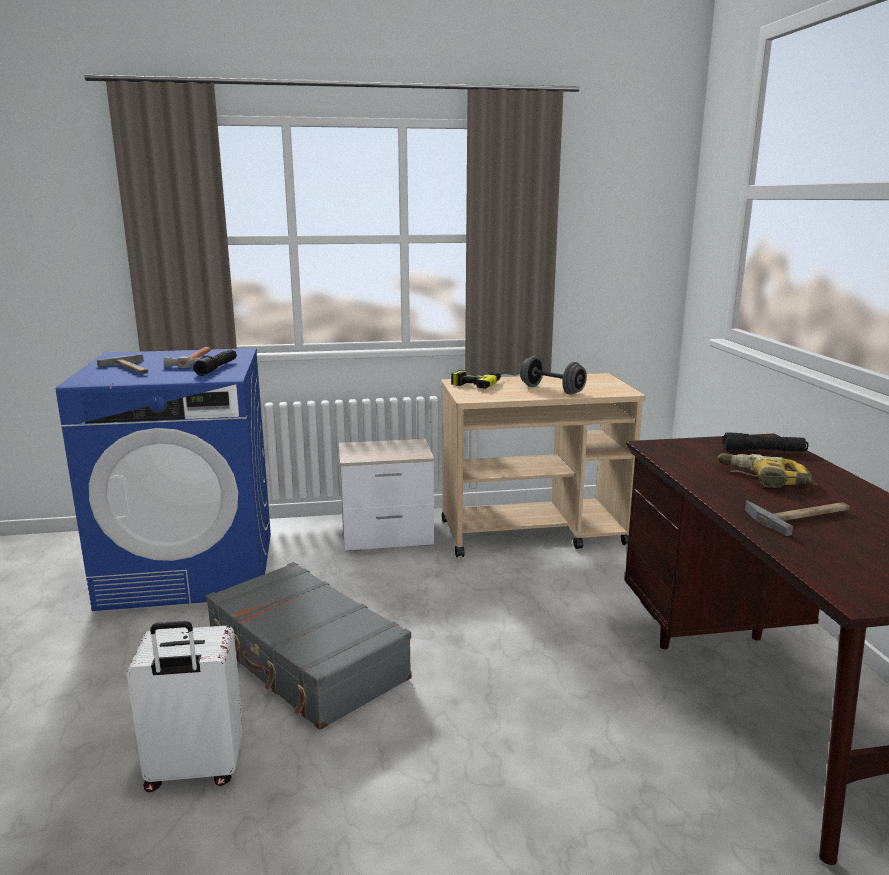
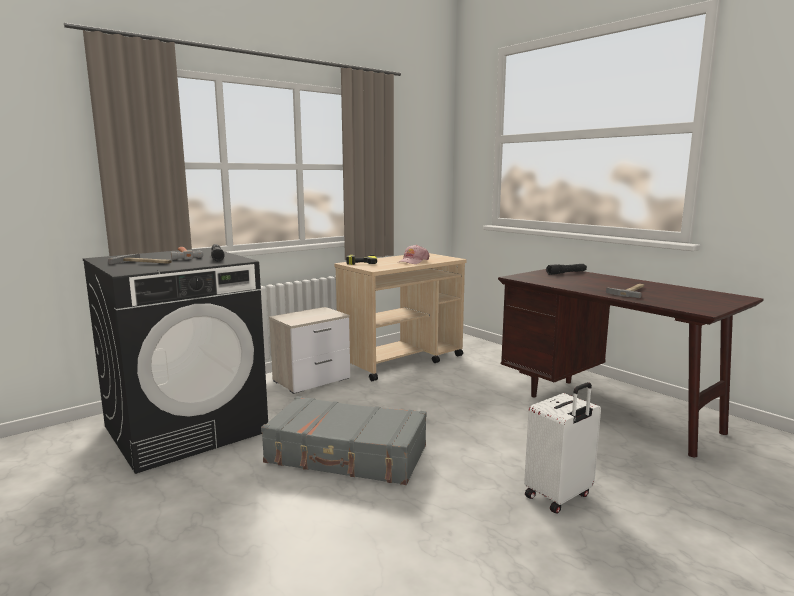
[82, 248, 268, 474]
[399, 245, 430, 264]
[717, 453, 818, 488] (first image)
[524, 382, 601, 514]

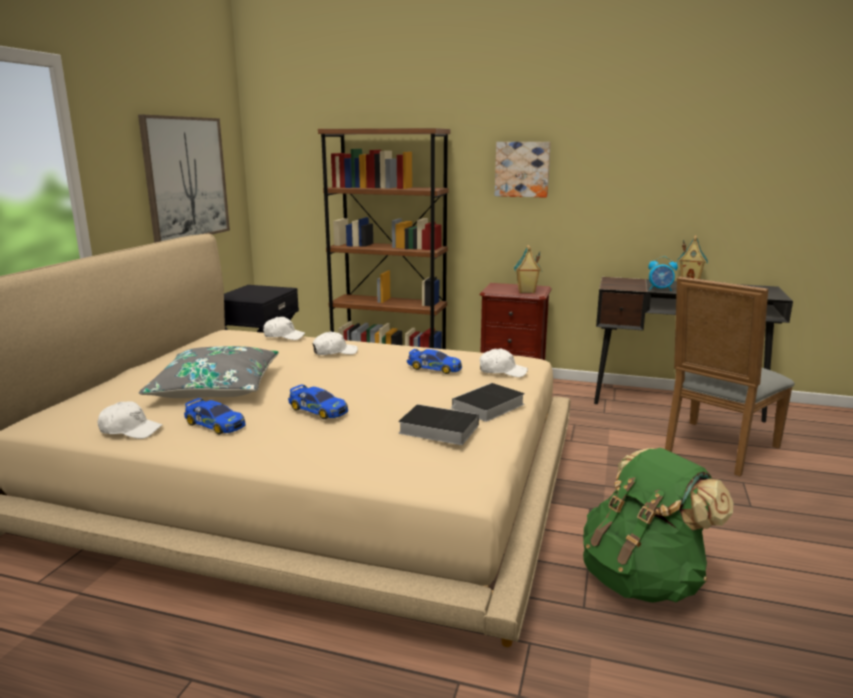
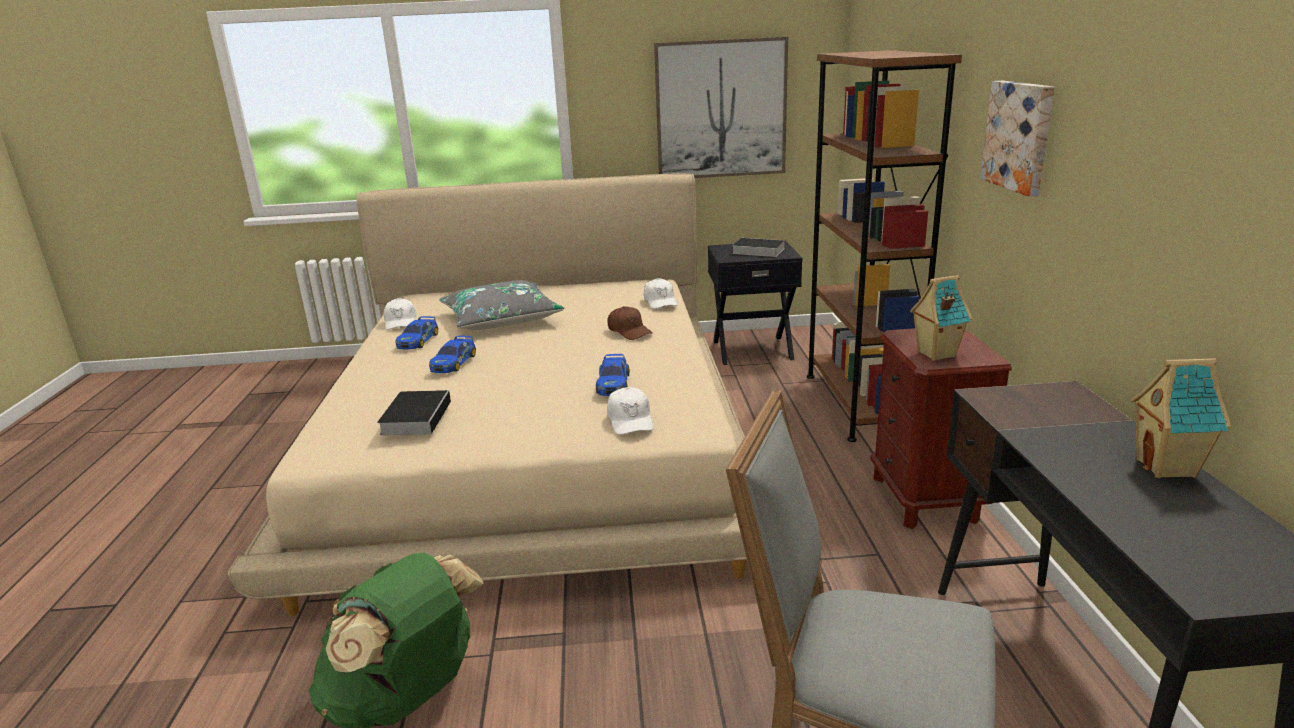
[648, 256, 678, 291] (first image)
[607, 306, 653, 340]
[732, 238, 785, 257]

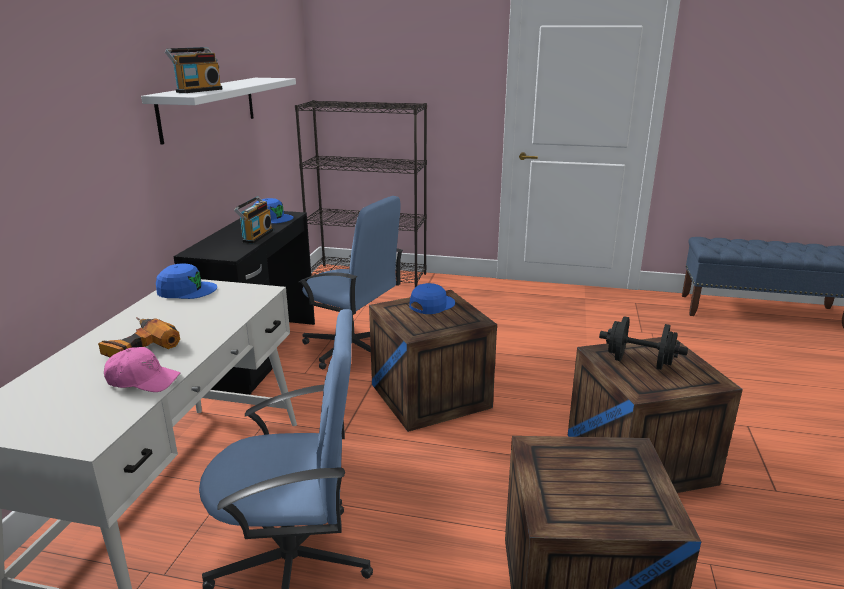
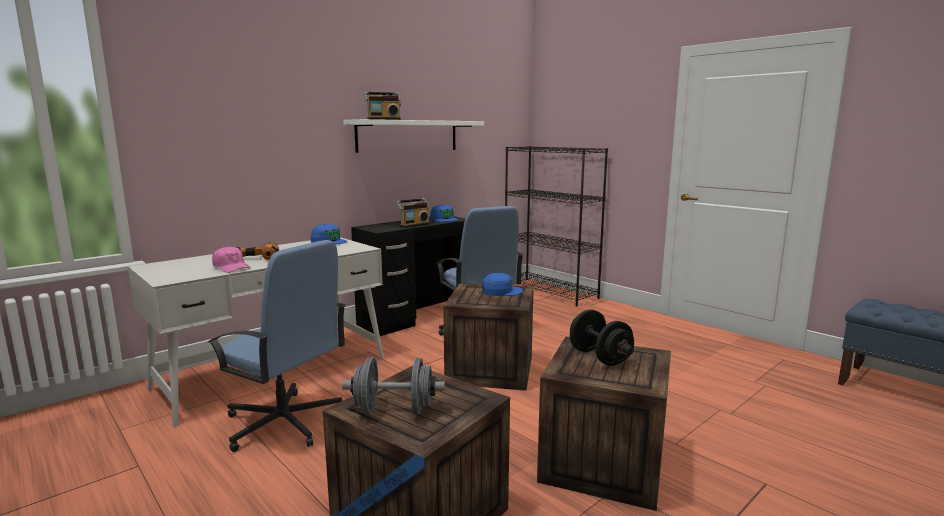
[342, 357, 445, 415]

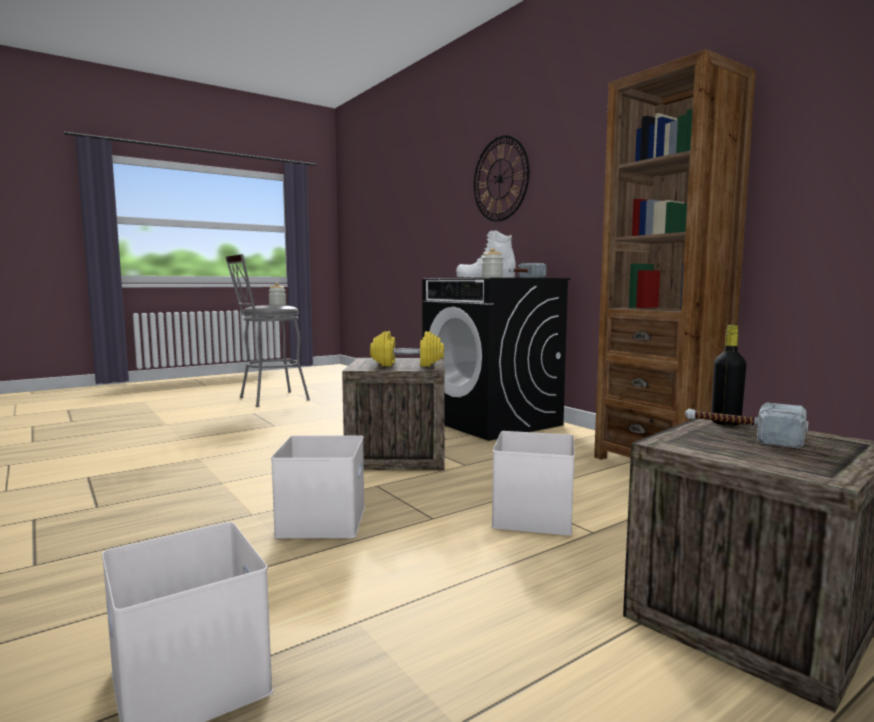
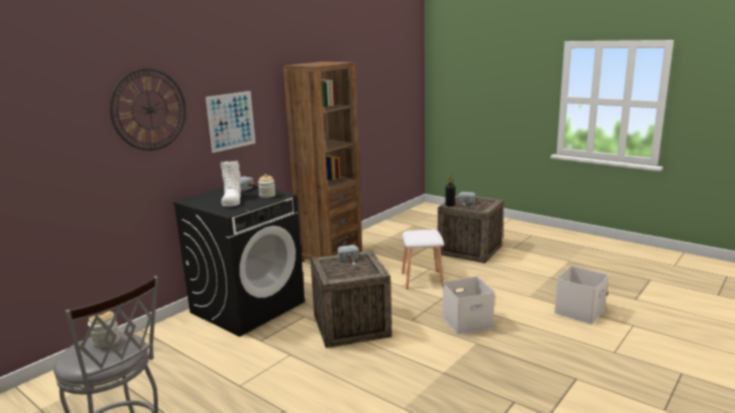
[337, 245, 359, 267]
[402, 230, 444, 289]
[205, 91, 255, 153]

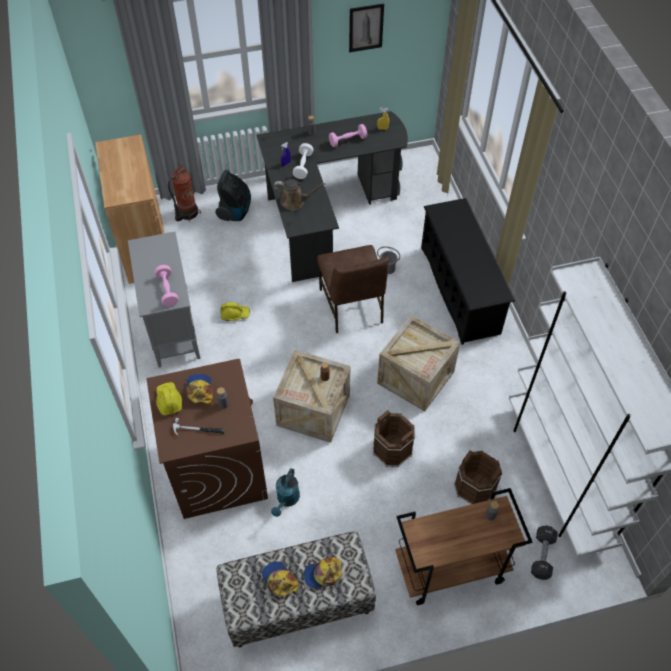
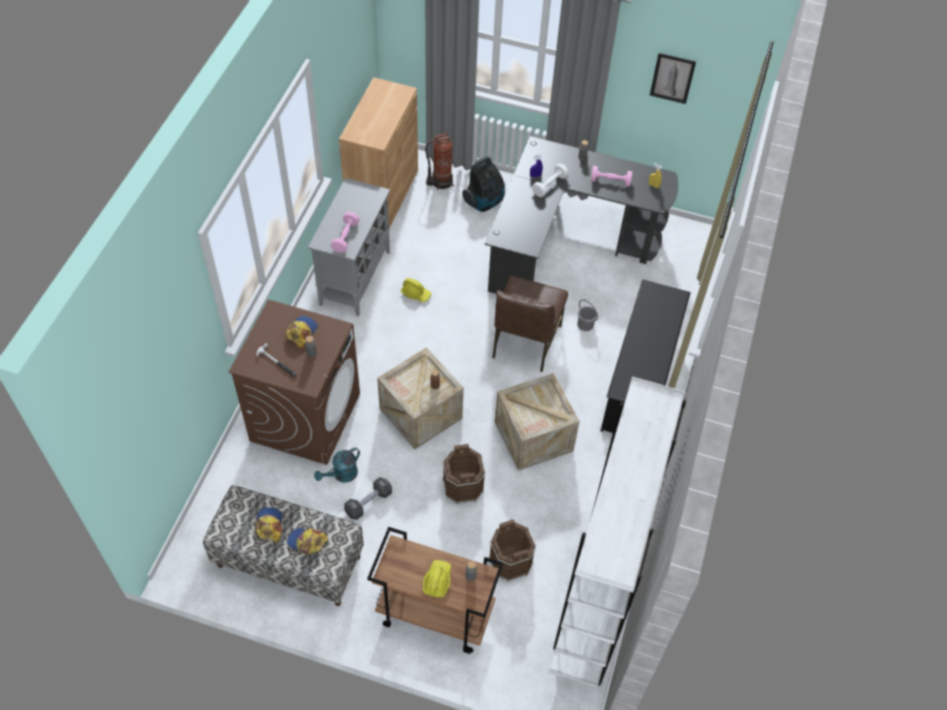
[273, 179, 326, 210] (first image)
[423, 560, 451, 598]
[344, 477, 392, 520]

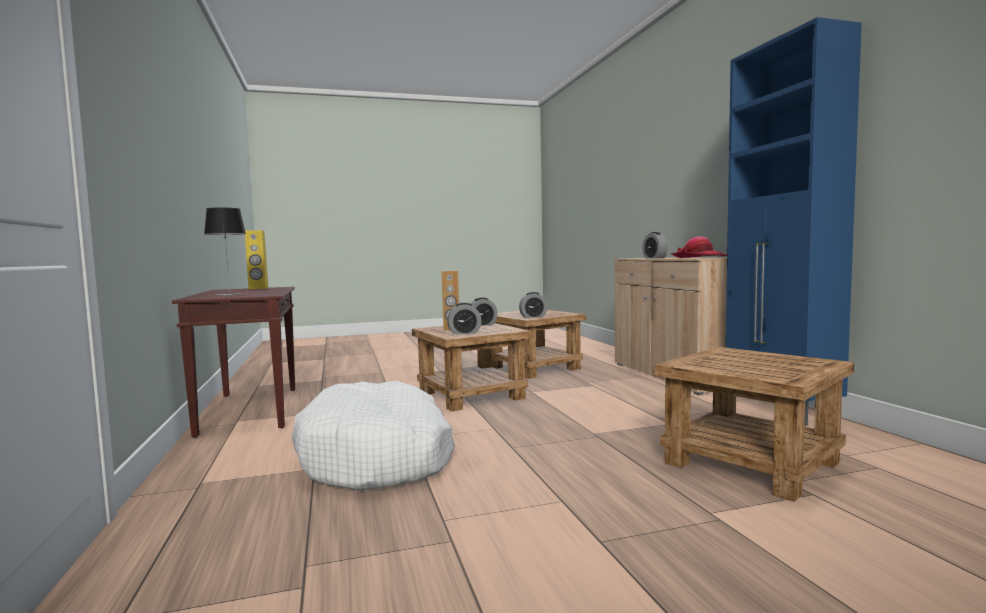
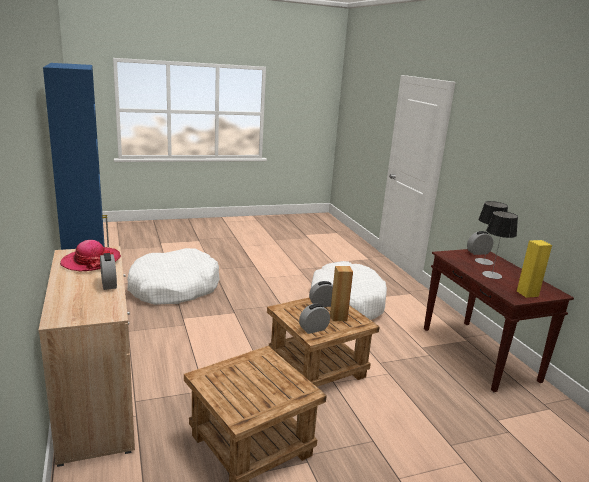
[467, 231, 493, 255]
[127, 248, 220, 305]
[482, 211, 518, 279]

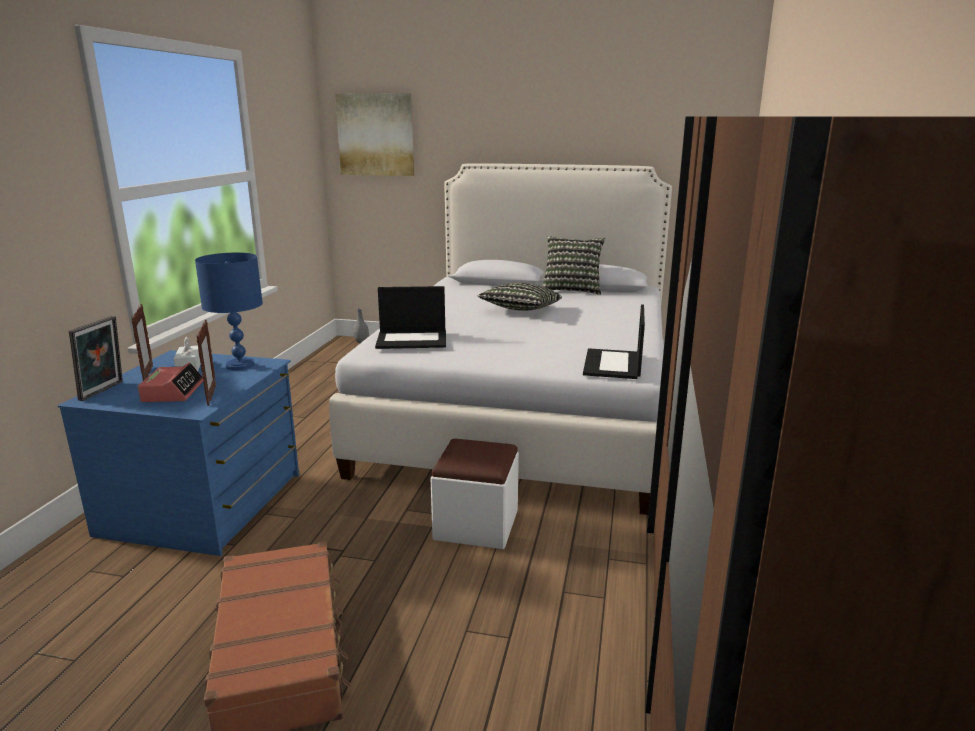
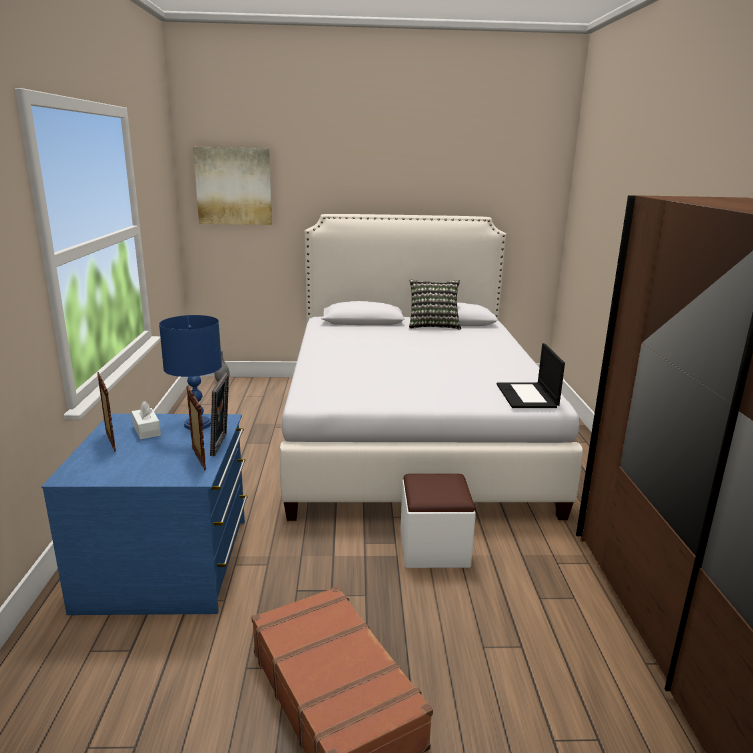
[478, 282, 562, 311] (first image)
[375, 286, 446, 349] (first image)
[210, 373, 229, 456]
[138, 363, 204, 402] (first image)

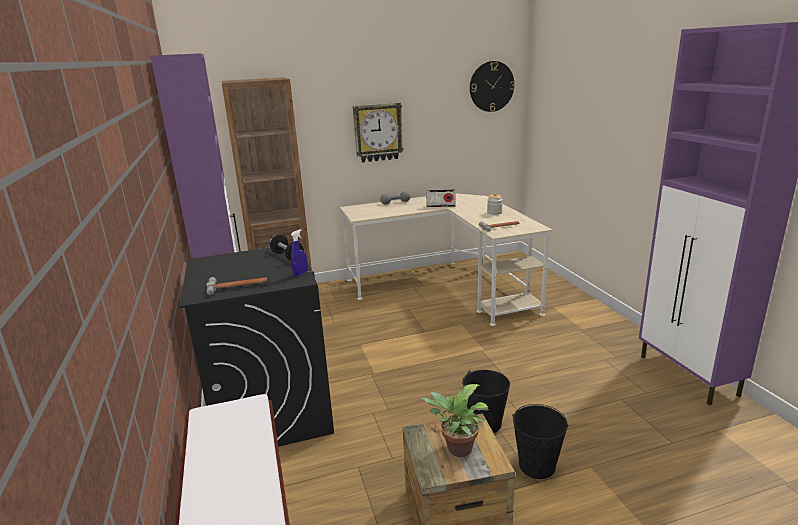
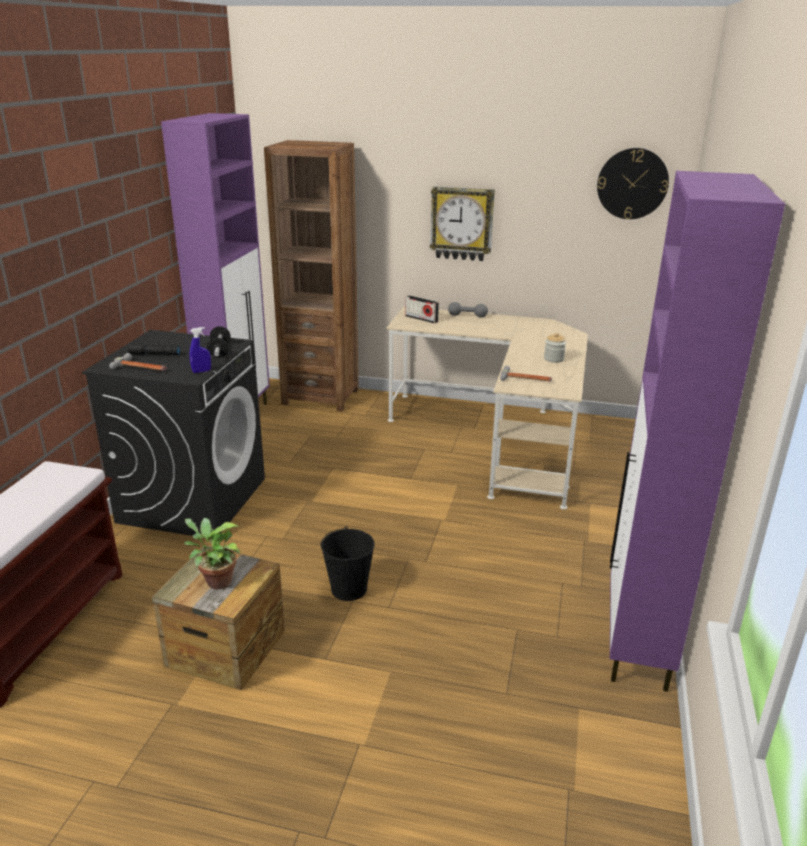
[405, 295, 439, 323]
[513, 404, 569, 479] (first image)
[128, 343, 180, 355]

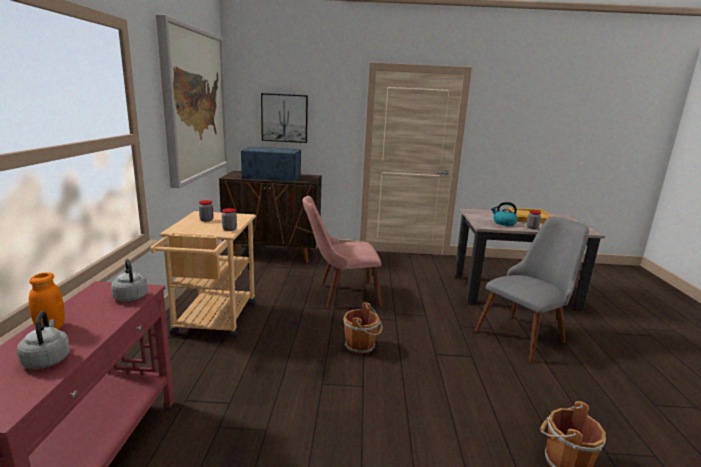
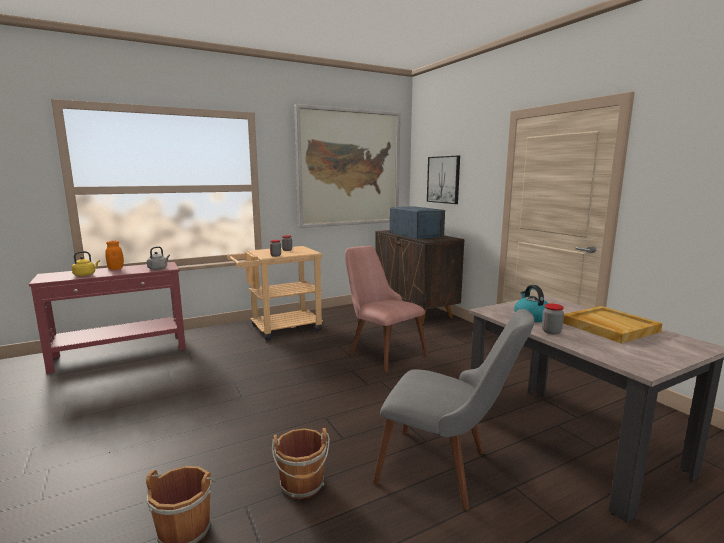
[272, 428, 330, 499]
[72, 251, 100, 276]

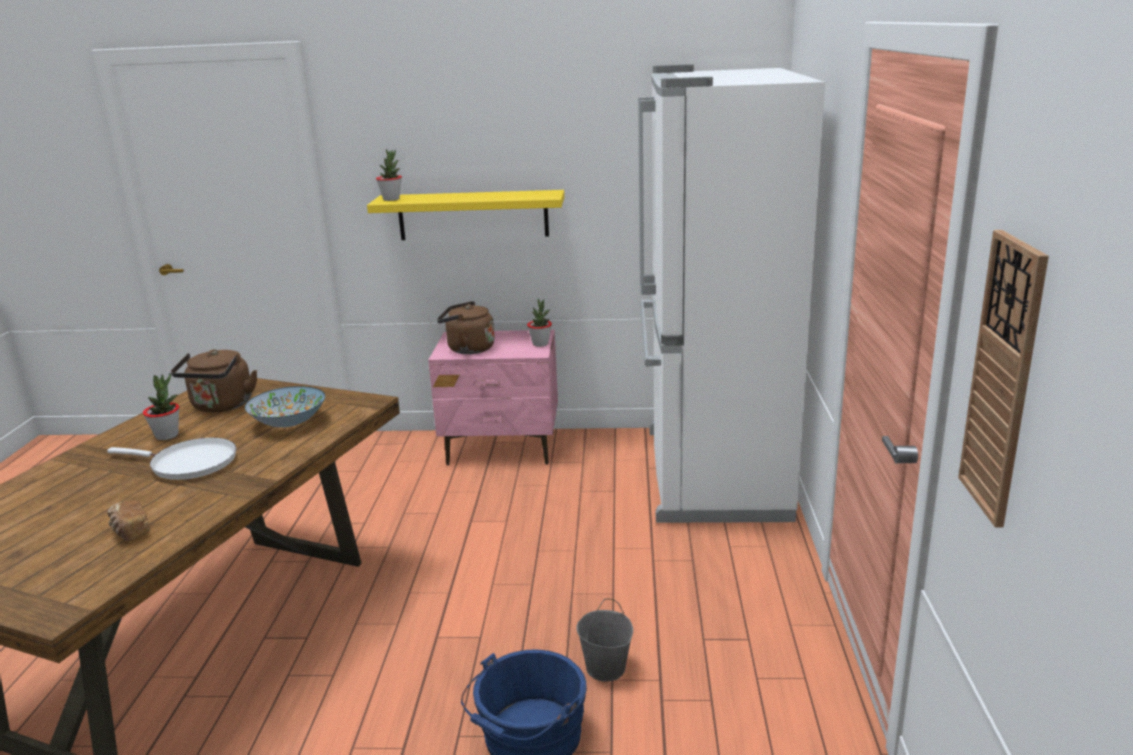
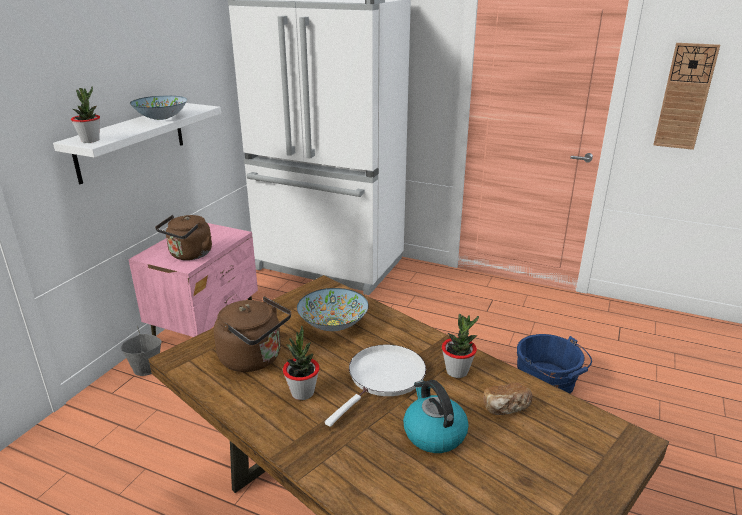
[53, 103, 221, 184]
[442, 314, 479, 378]
[121, 325, 162, 376]
[130, 96, 187, 120]
[403, 380, 469, 453]

